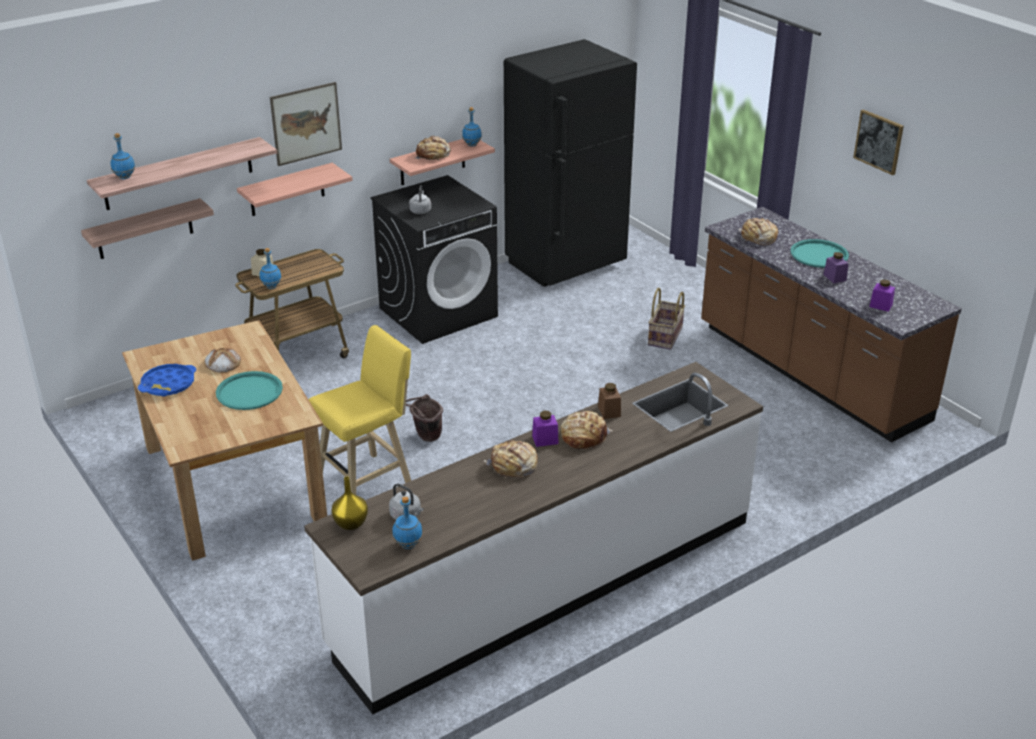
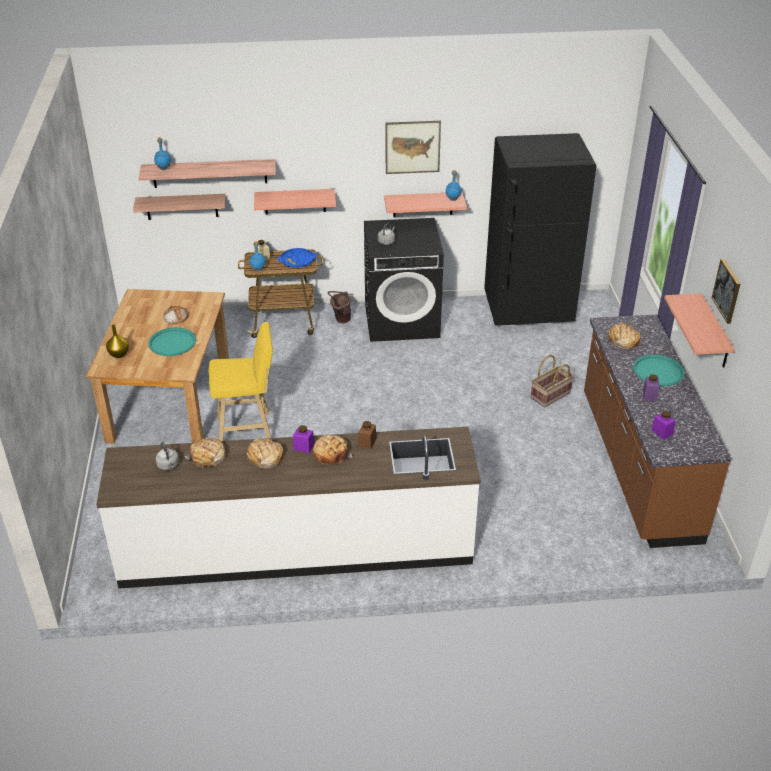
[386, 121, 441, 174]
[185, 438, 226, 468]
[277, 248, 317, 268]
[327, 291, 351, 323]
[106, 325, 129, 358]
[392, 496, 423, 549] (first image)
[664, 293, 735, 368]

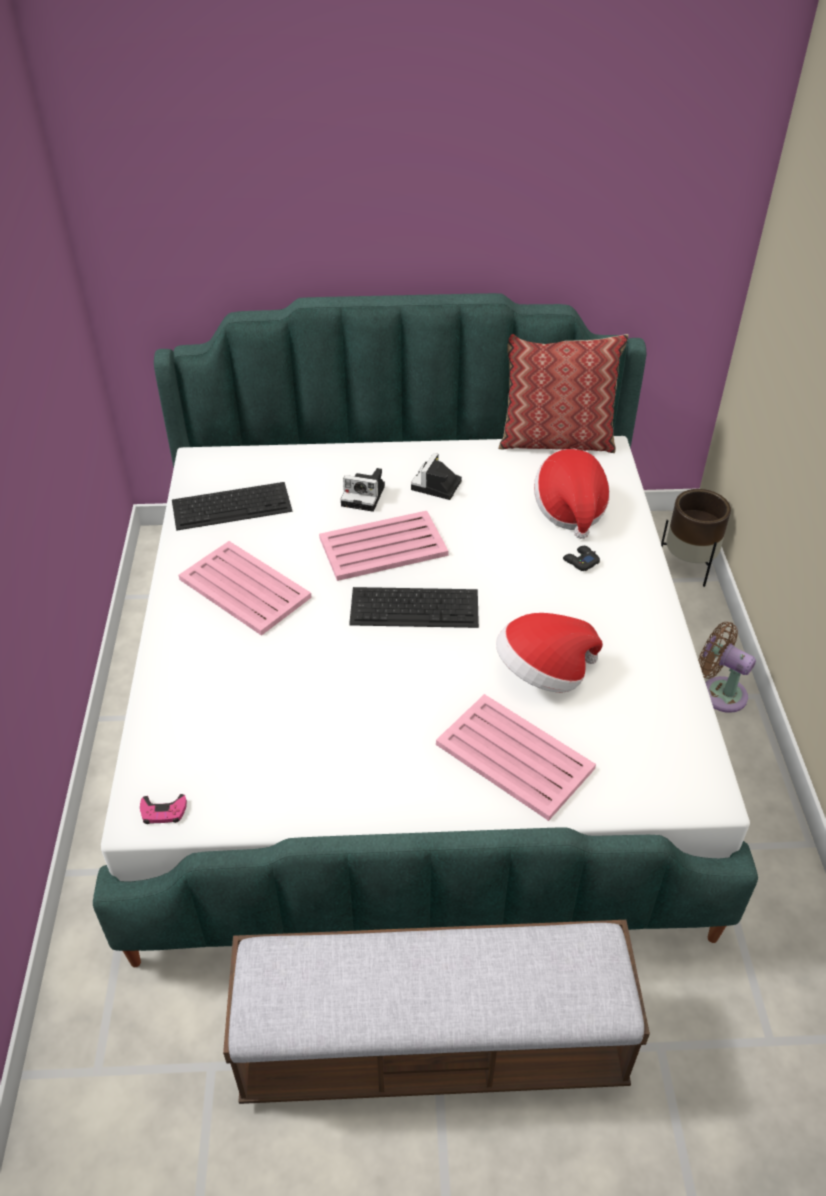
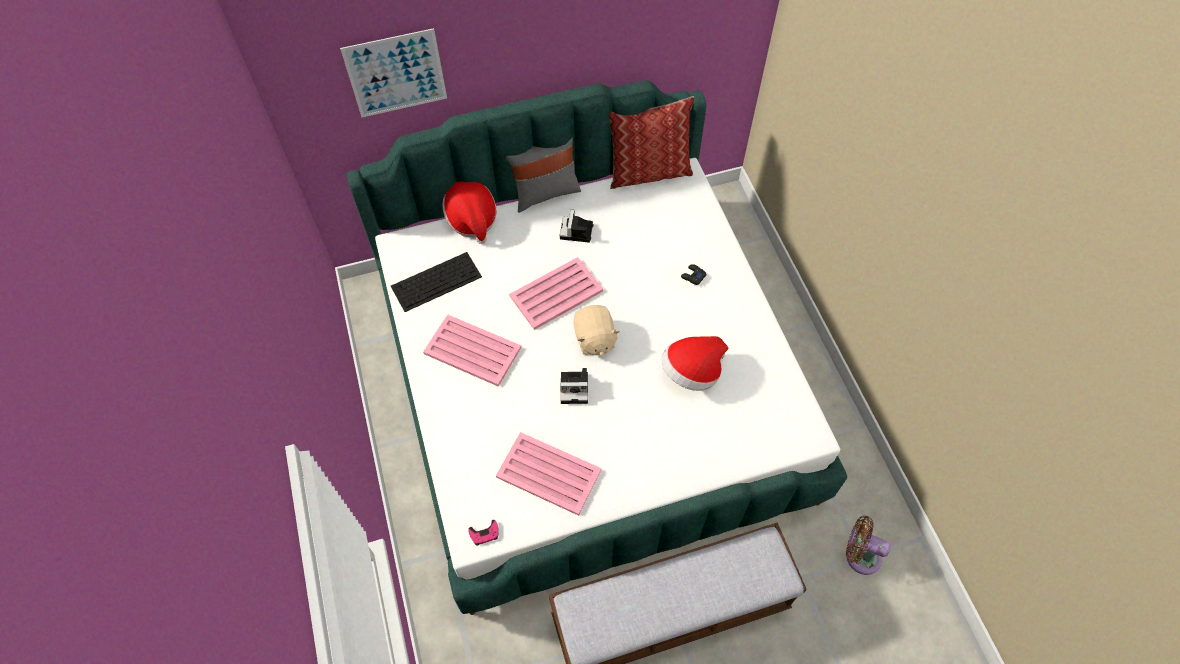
[442, 181, 497, 244]
[560, 368, 588, 404]
[661, 489, 731, 587] (first image)
[573, 305, 620, 356]
[846, 516, 891, 575]
[496, 432, 601, 516]
[340, 28, 447, 117]
[506, 137, 581, 213]

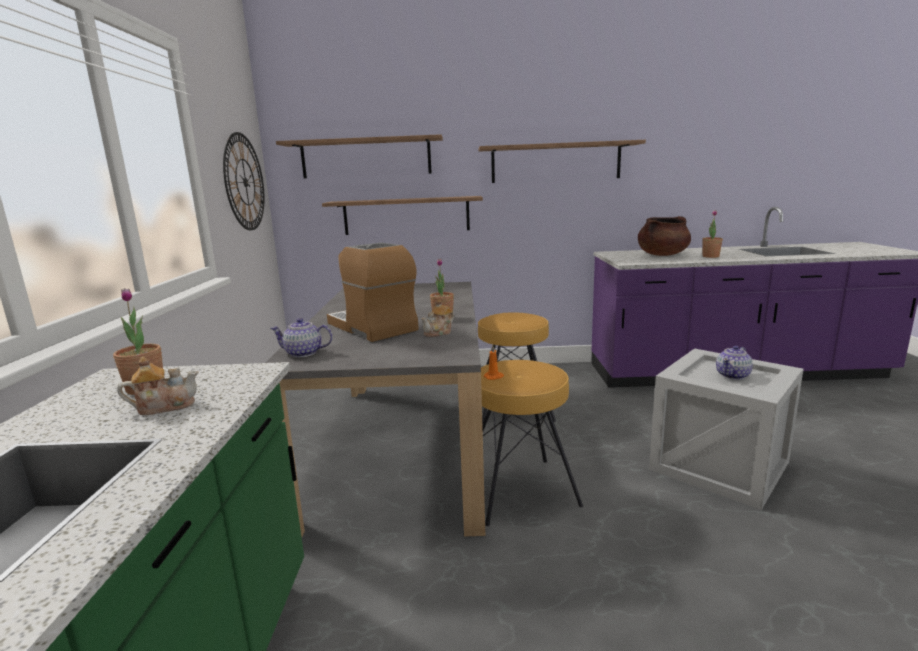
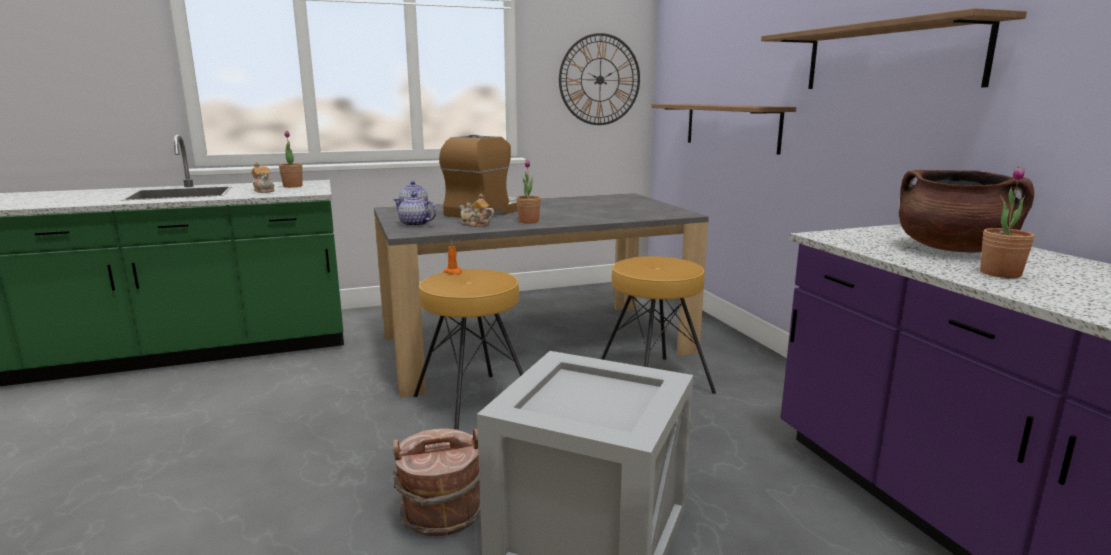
[276, 134, 443, 178] (first image)
[393, 193, 437, 227]
[392, 428, 481, 536]

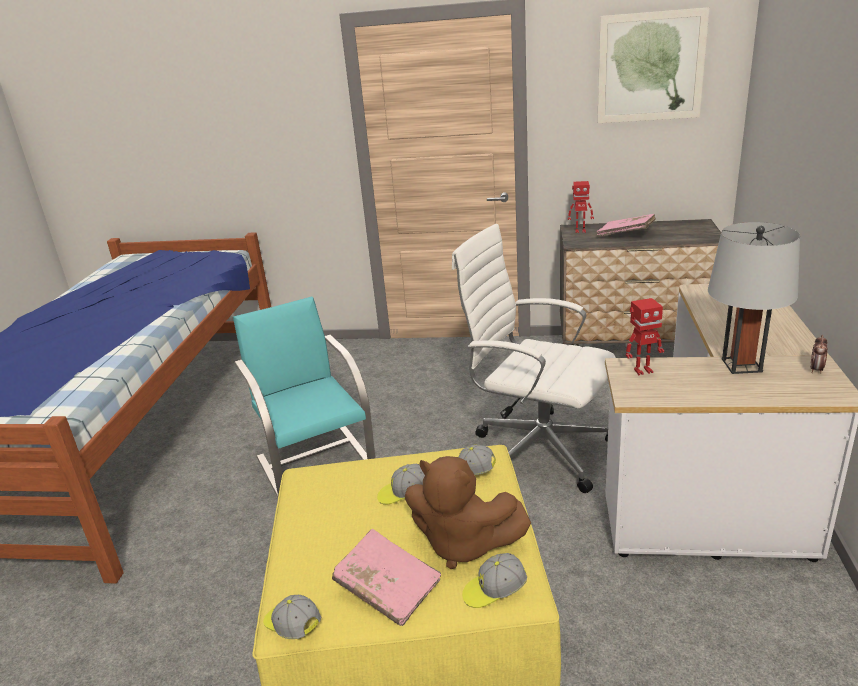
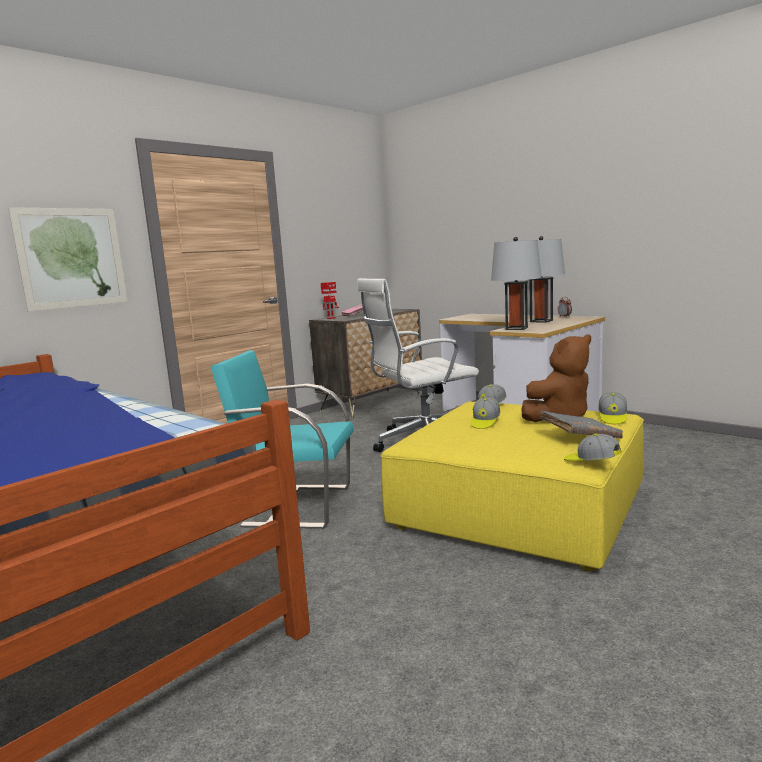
[8, 207, 128, 311]
[491, 237, 542, 330]
[540, 411, 623, 439]
[564, 434, 622, 461]

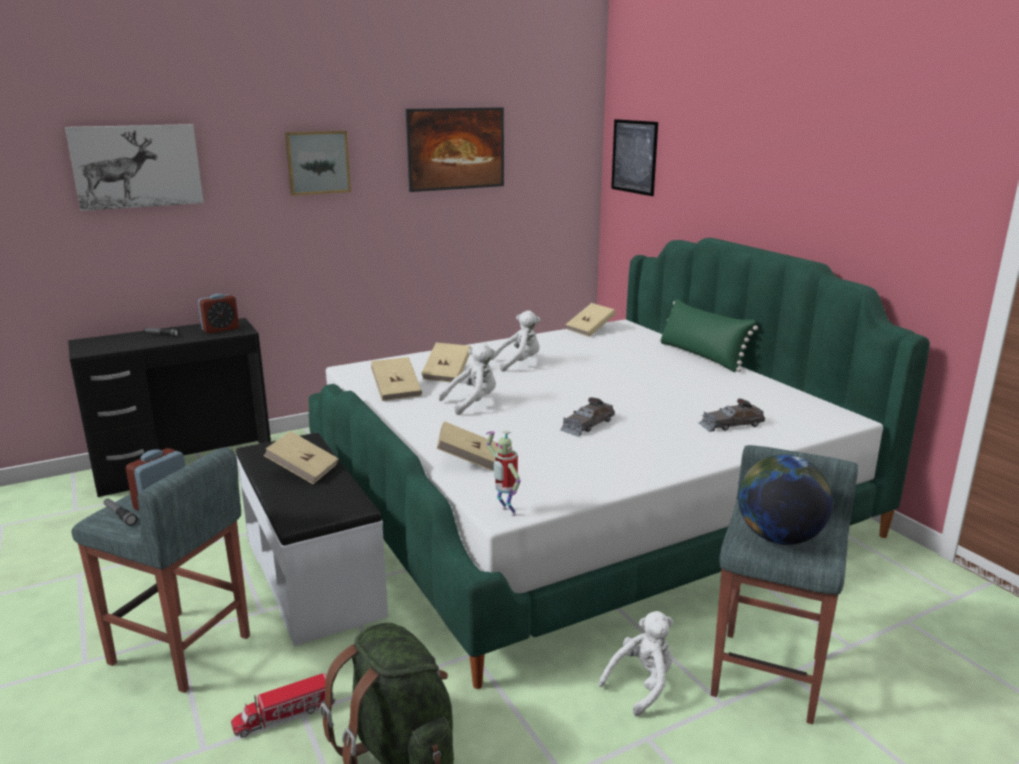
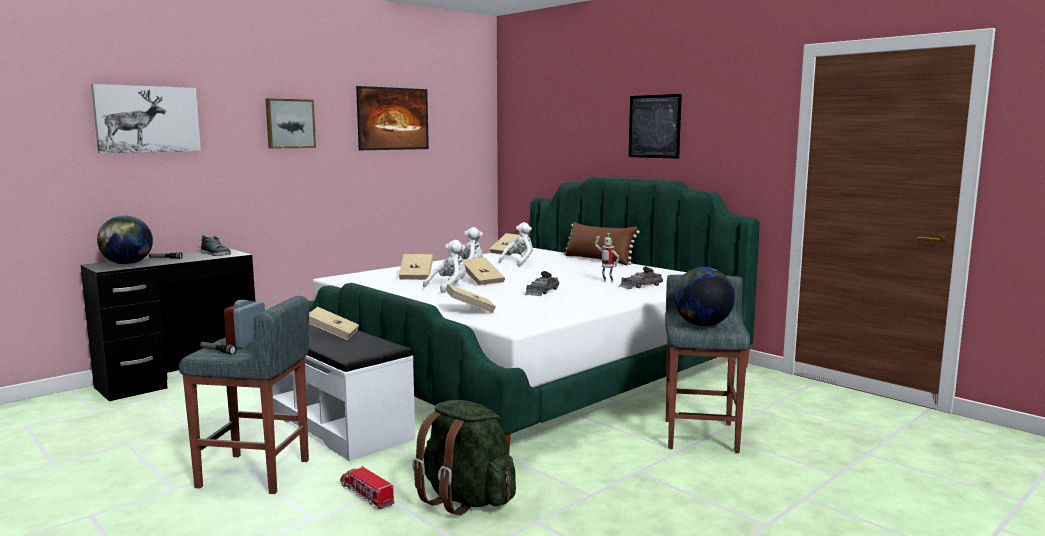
[629, 94, 682, 159]
[201, 235, 231, 256]
[564, 222, 640, 265]
[463, 257, 505, 286]
[595, 233, 620, 283]
[499, 222, 533, 267]
[340, 466, 395, 509]
[97, 215, 153, 265]

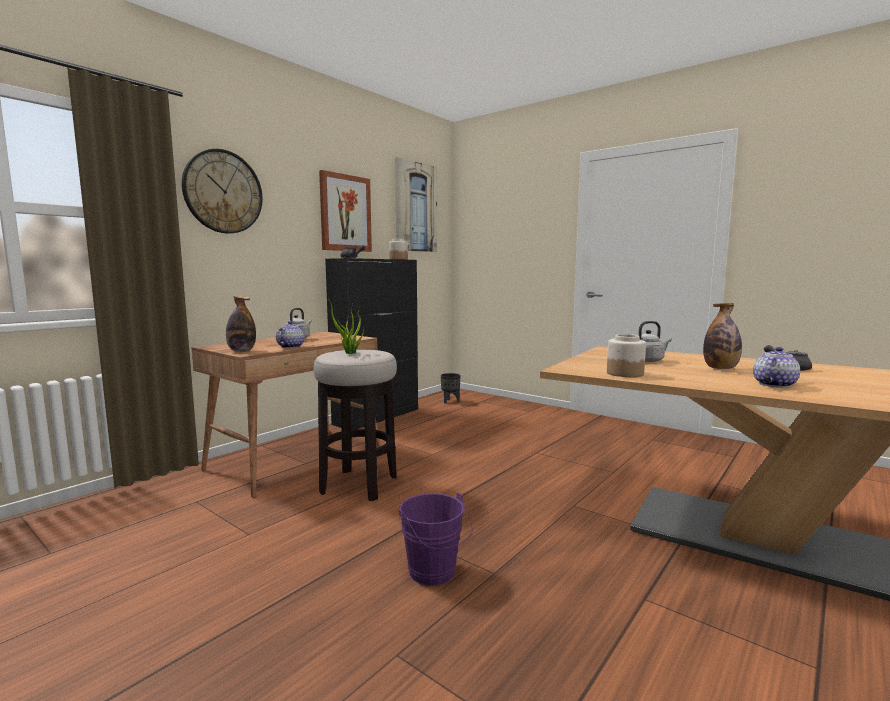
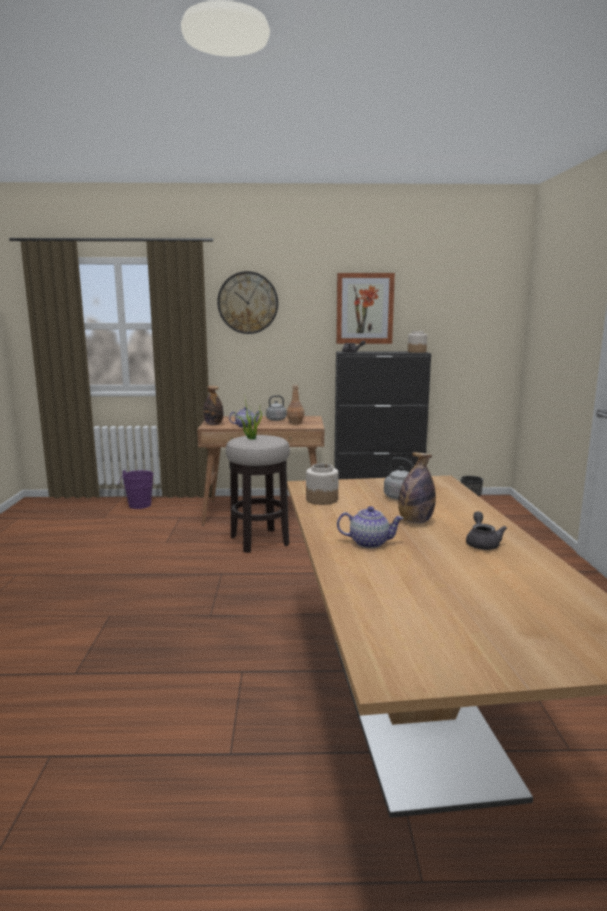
[395, 157, 437, 252] (first image)
[118, 470, 153, 509]
[287, 385, 304, 424]

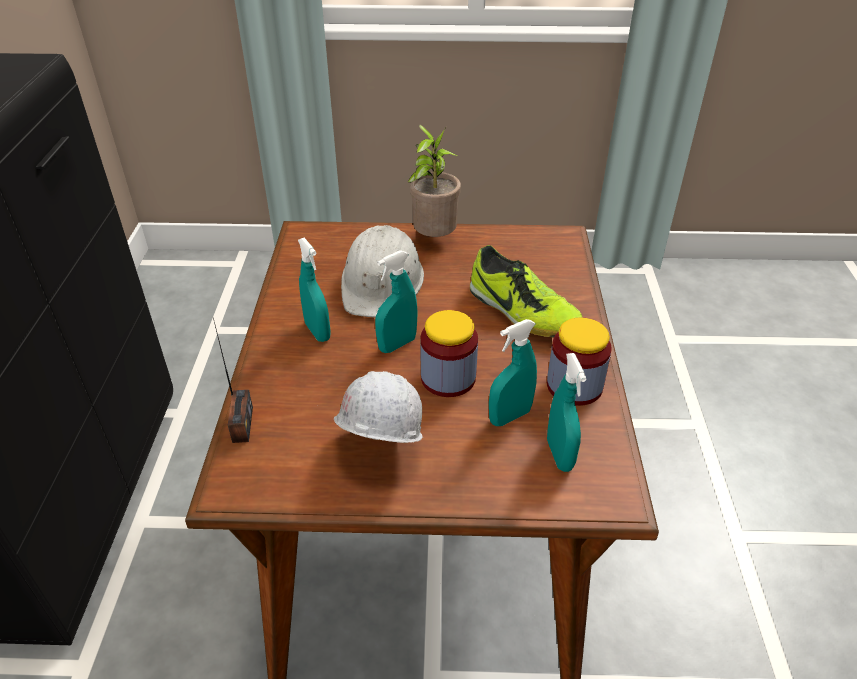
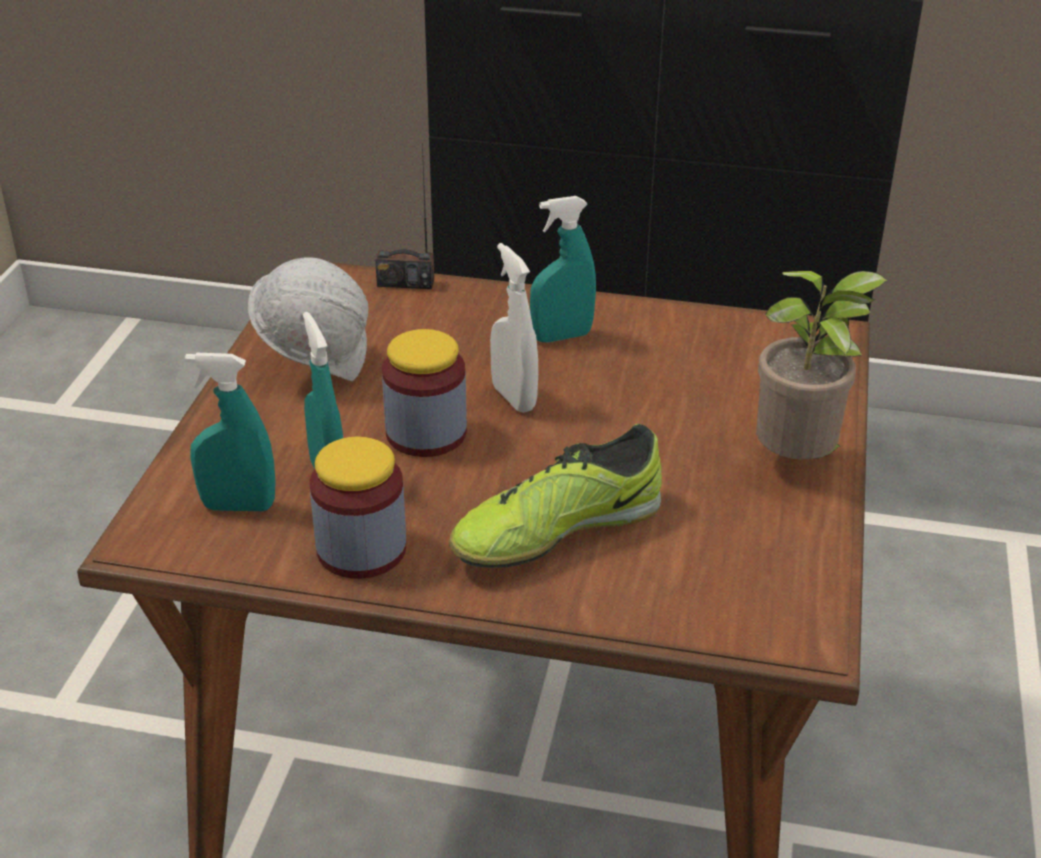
[341, 225, 424, 318] (first image)
[490, 243, 538, 413]

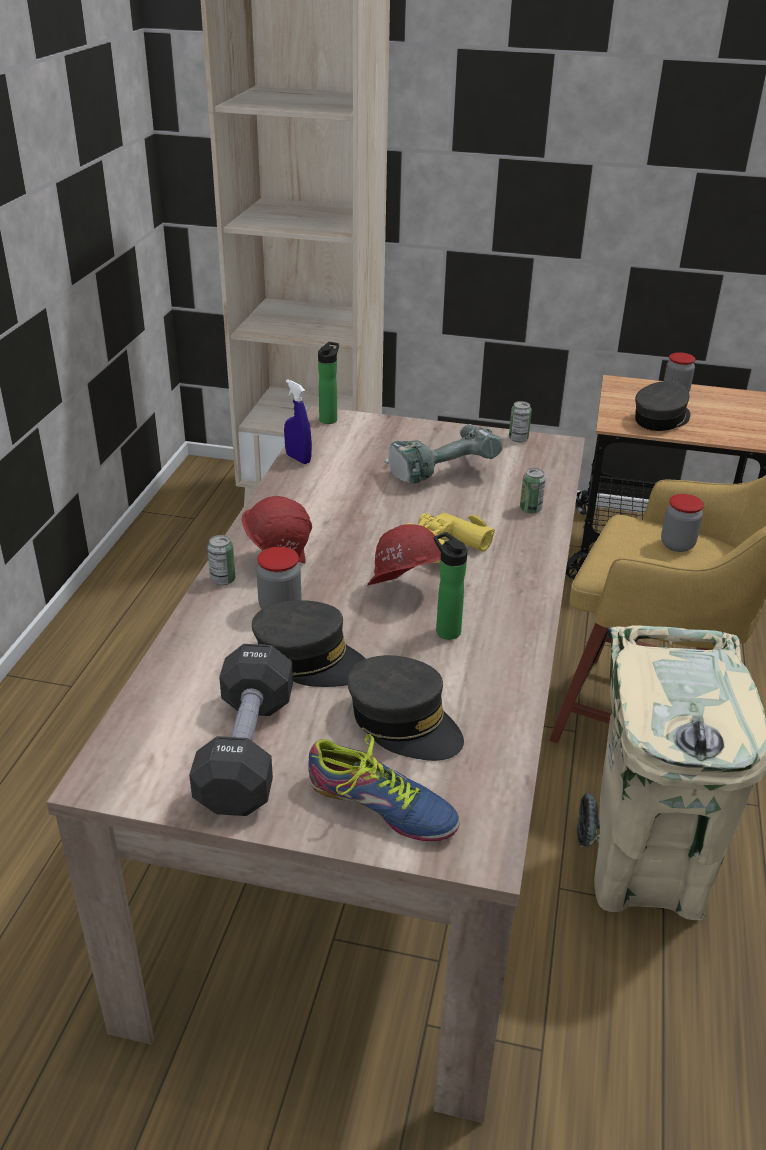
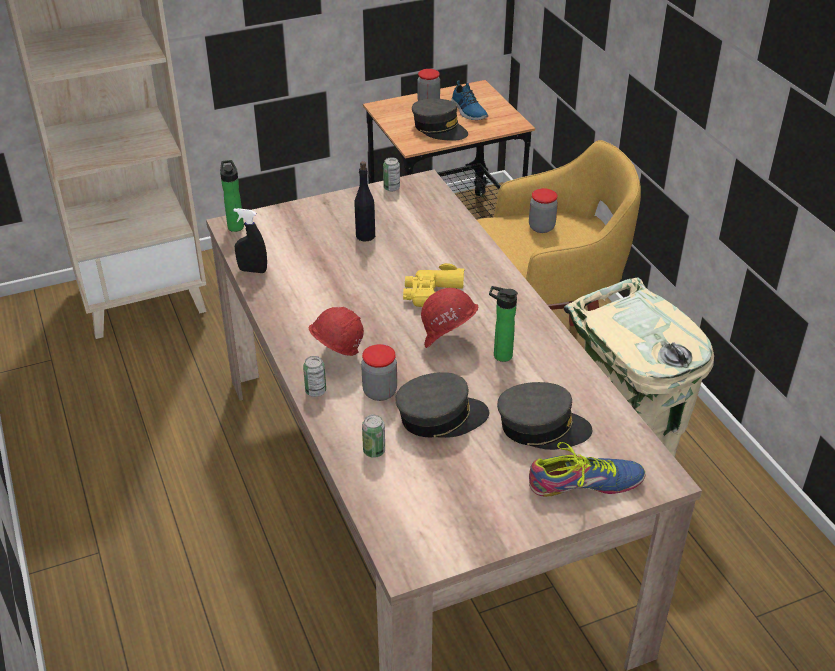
[233, 208, 267, 273]
[412, 98, 468, 141]
[354, 161, 375, 241]
[362, 415, 385, 458]
[189, 644, 293, 816] (first image)
[451, 80, 488, 120]

